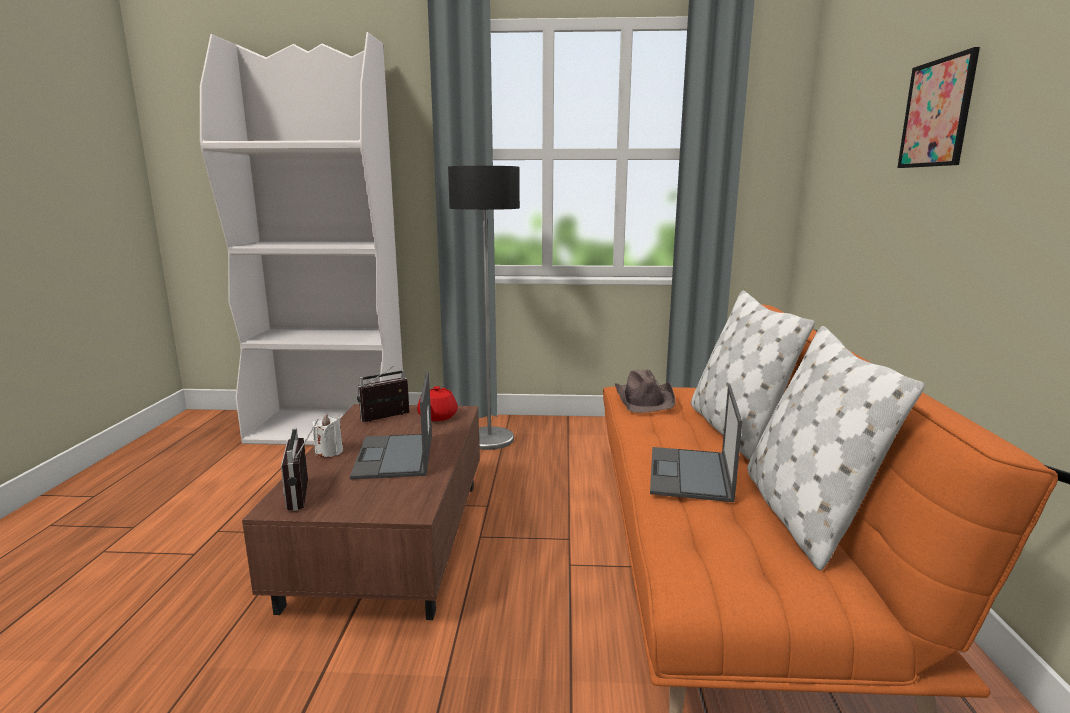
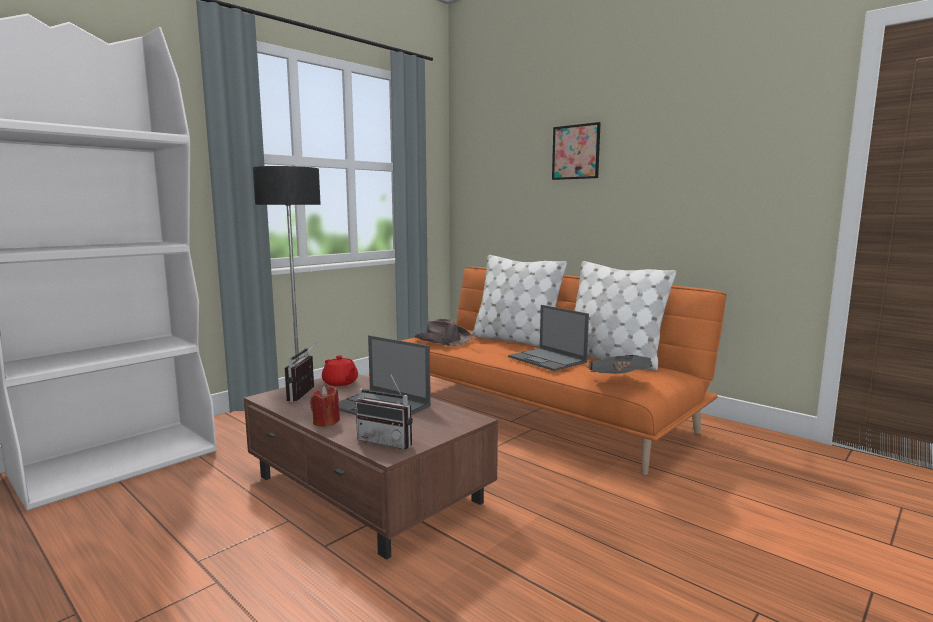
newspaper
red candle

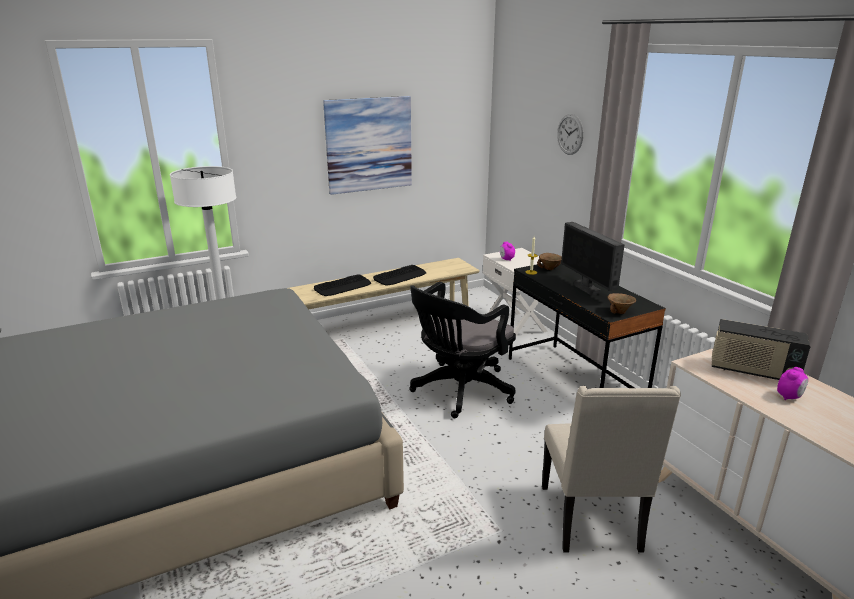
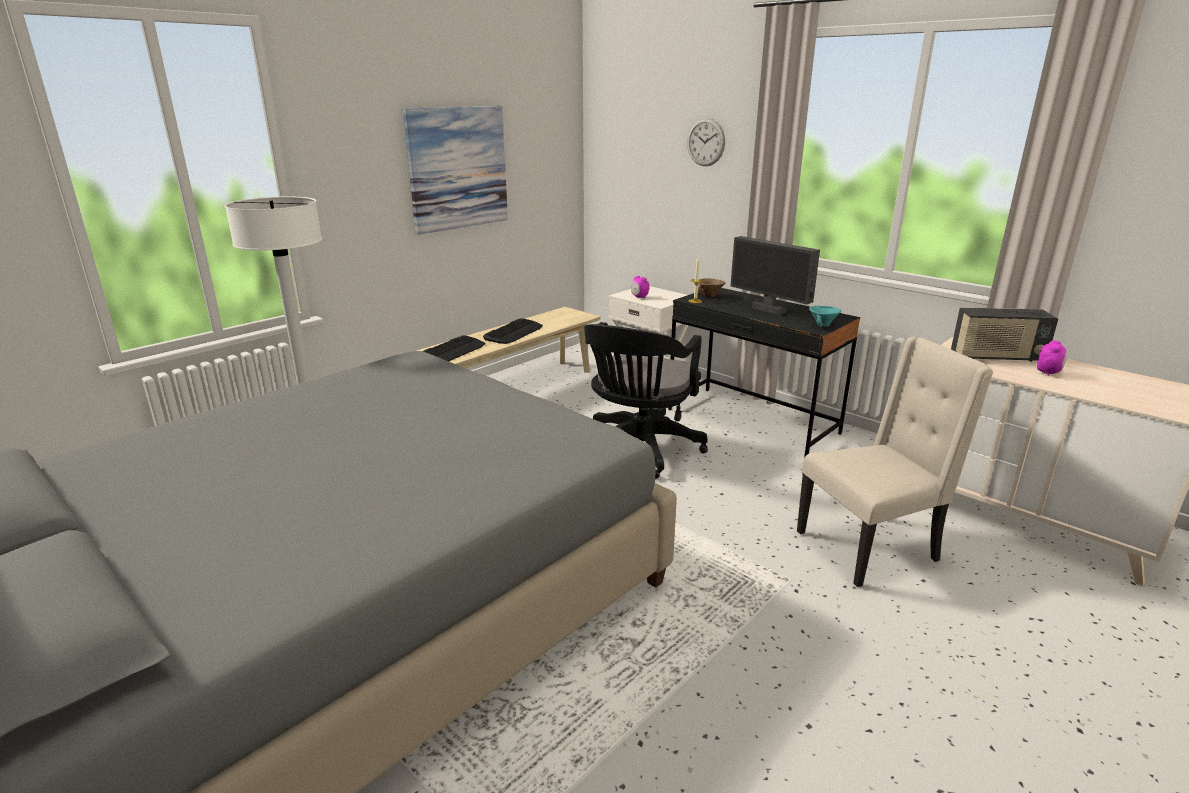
turquoise bowl
beige chair

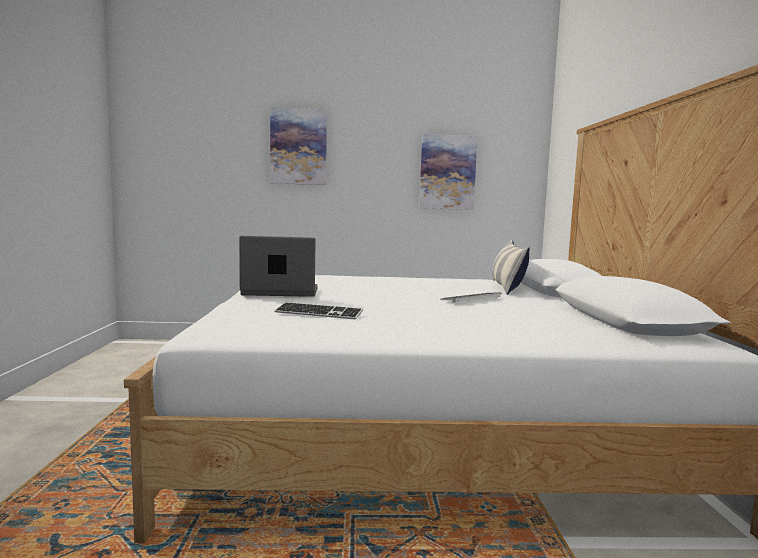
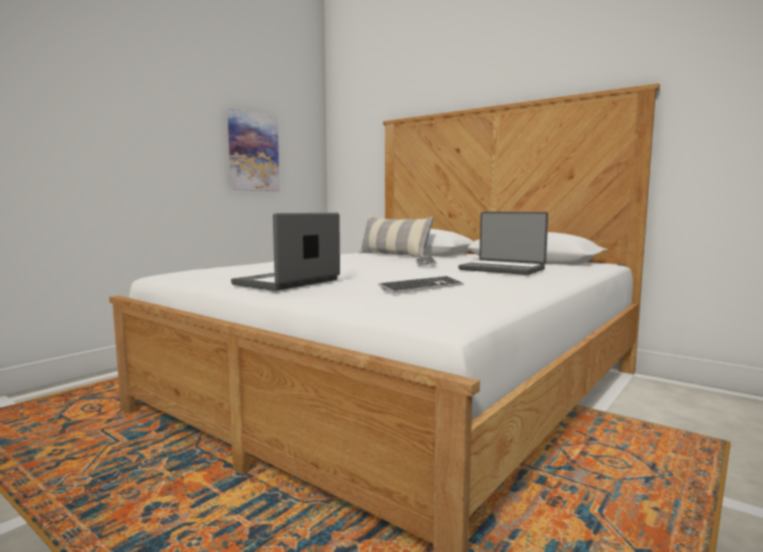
picture (no. 1 from left in the first image)
laptop (no. 2 from left)

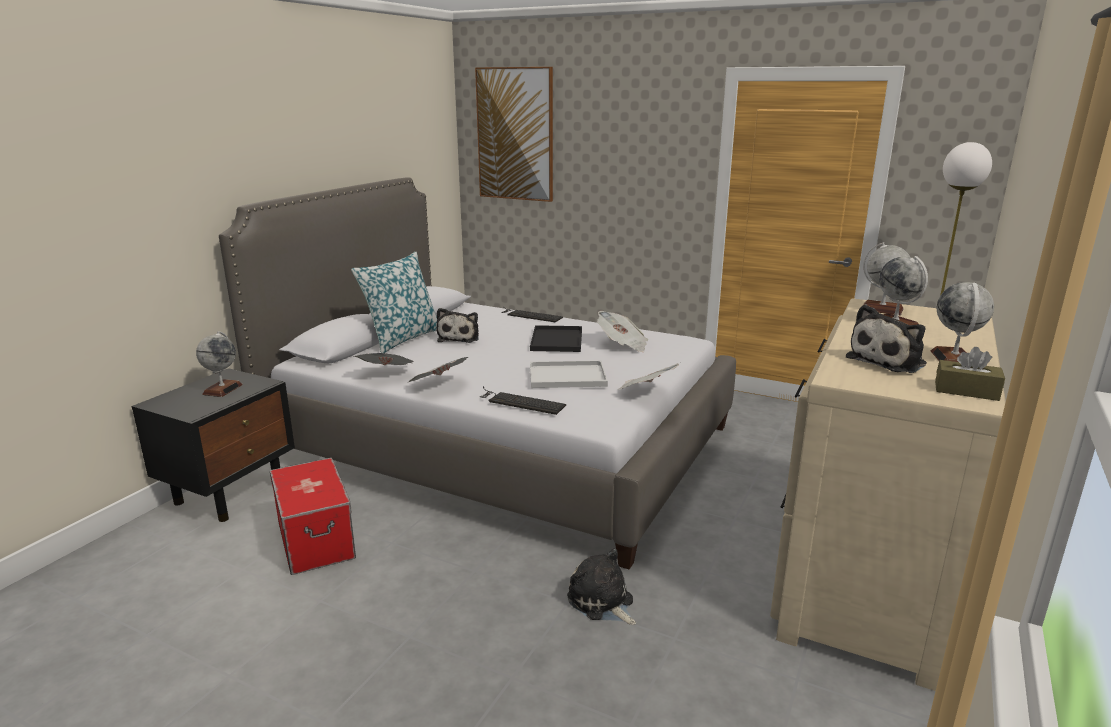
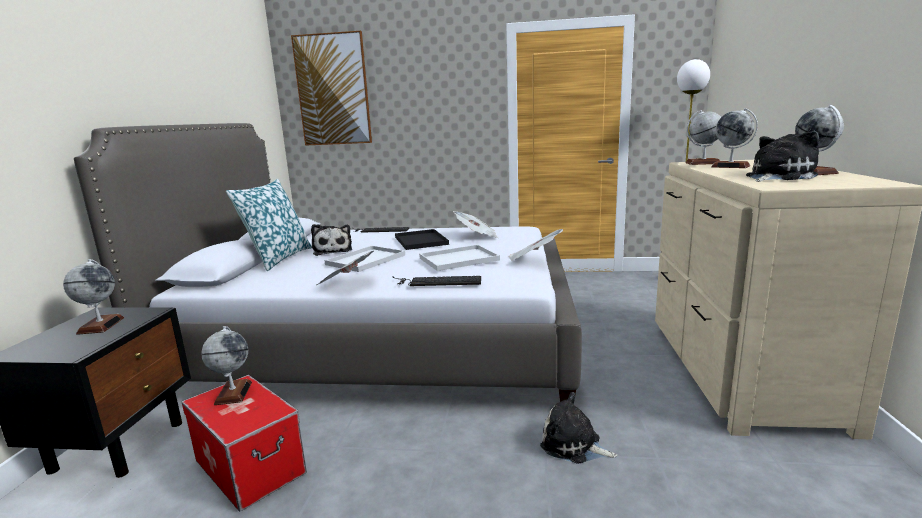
newspaper (no. 1 from left in the first image)
brown tissue box
globe (no. 2 from left)
white tray (no. 1 from left)
plush toy (no. 3 from left)

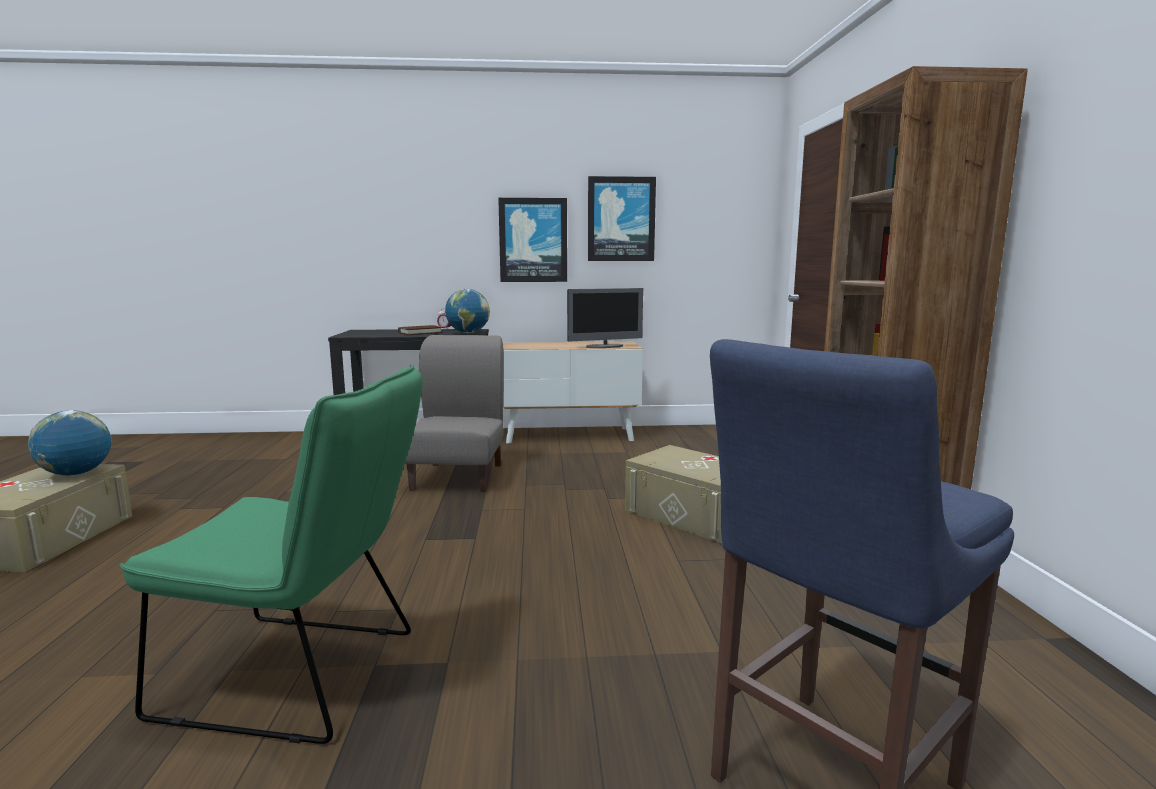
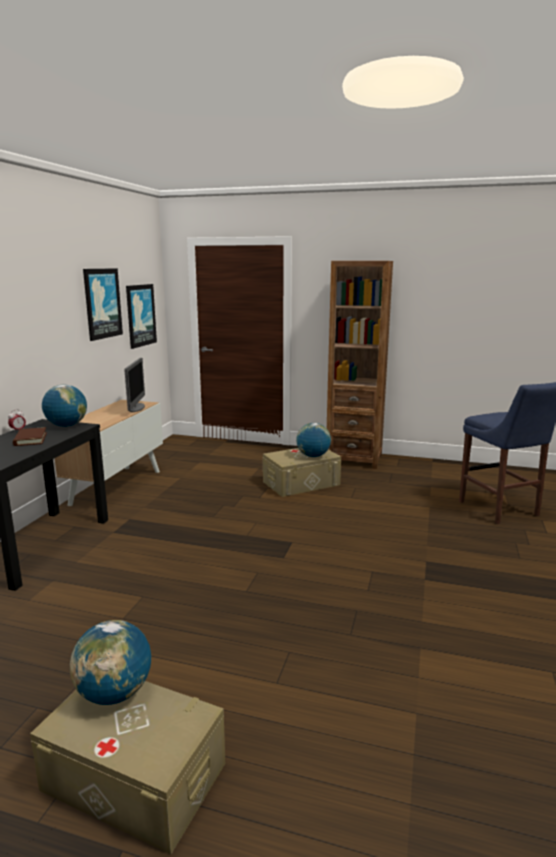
green chair
grey chair
globe (no. 3 from left)
picture (no. 2 from left)

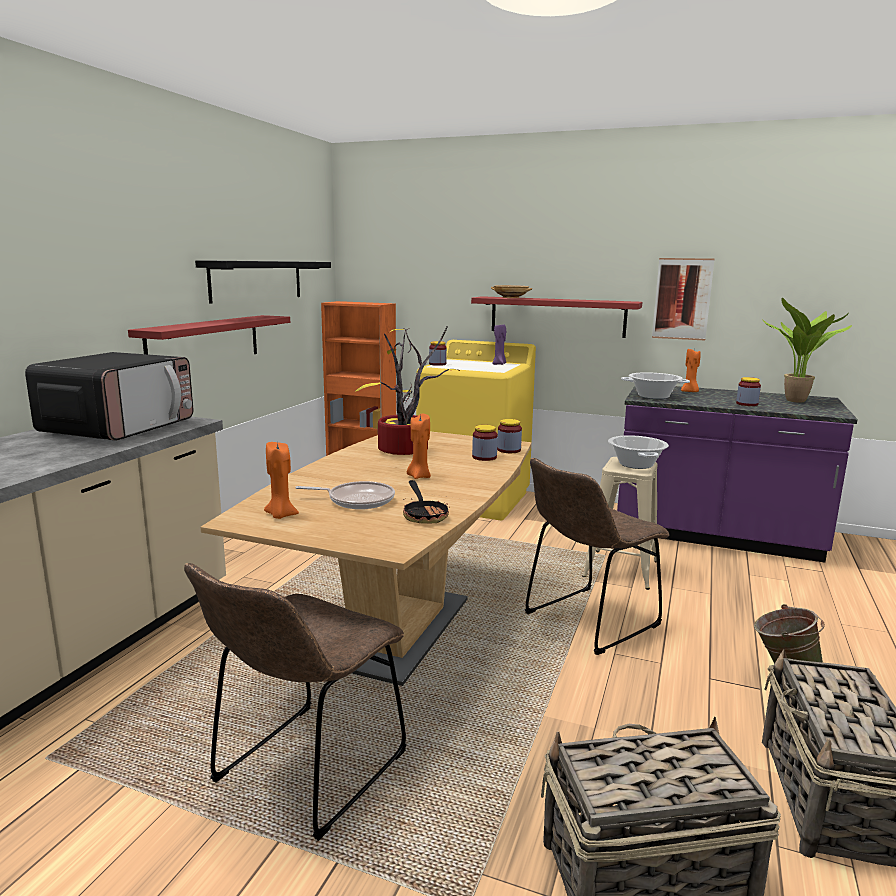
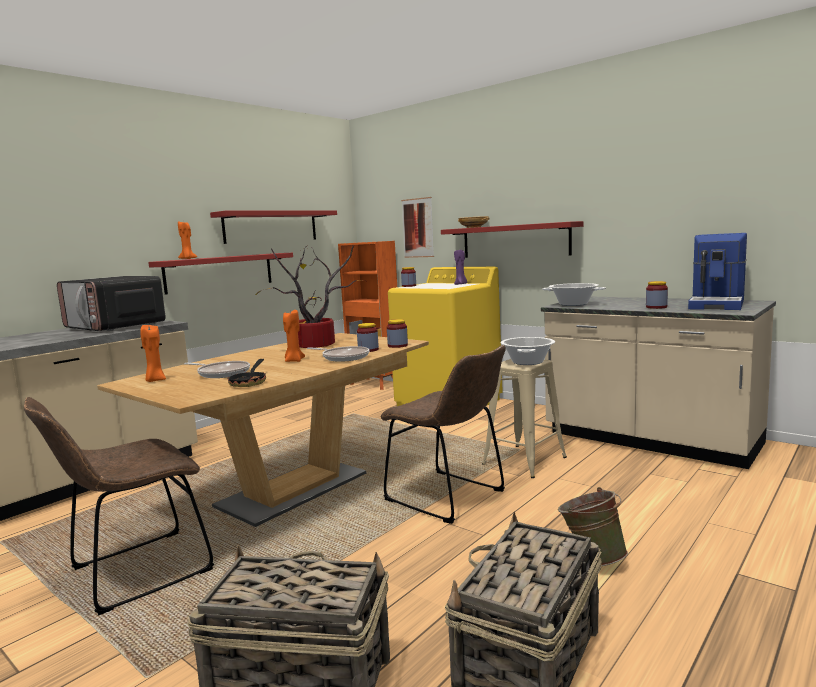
frying pan (no. 3 from left)
picture
orange candle (no. 2 from left)
coffee machine
red shelf (no. 2 from left)
beige counter (no. 2 from left)
microwave
brown chair (no. 2 from left)

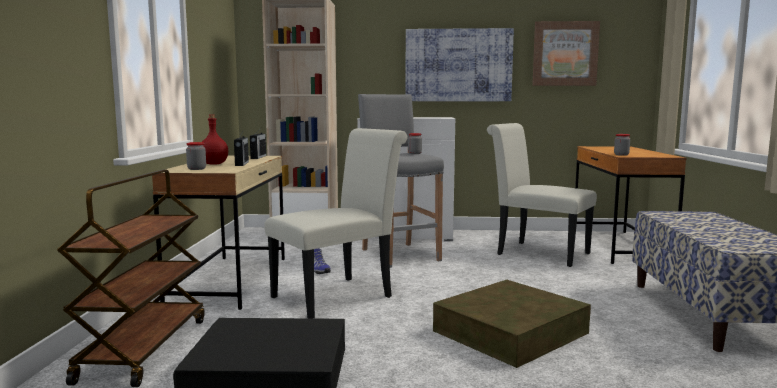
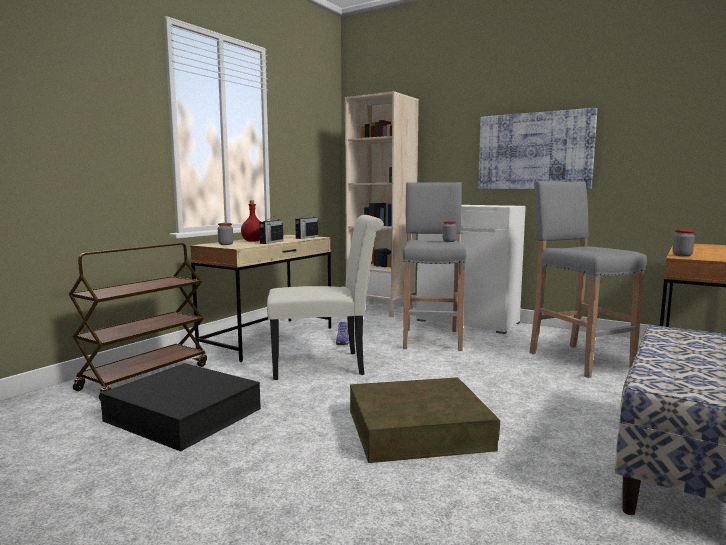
picture (no. 2 from left in the first image)
grey stool (no. 2 from left)

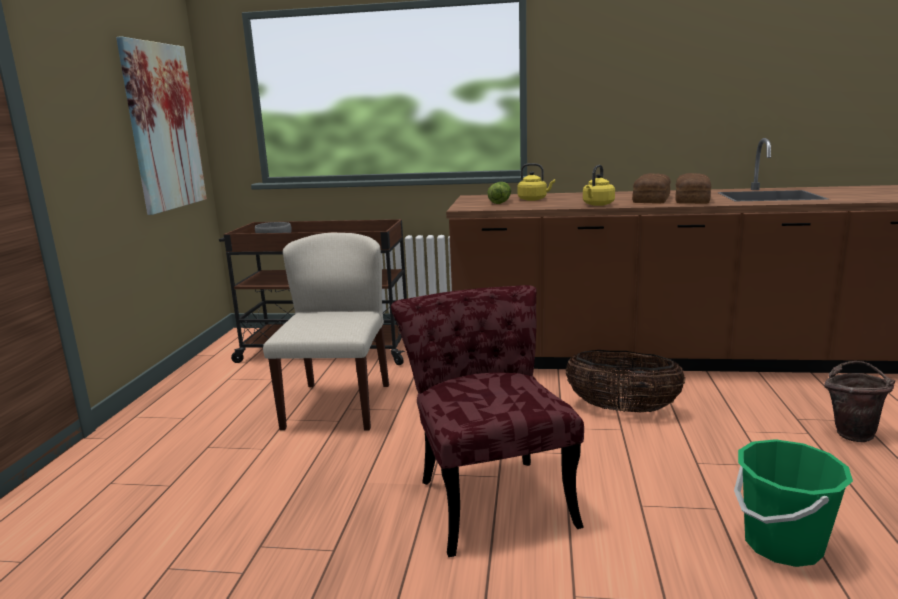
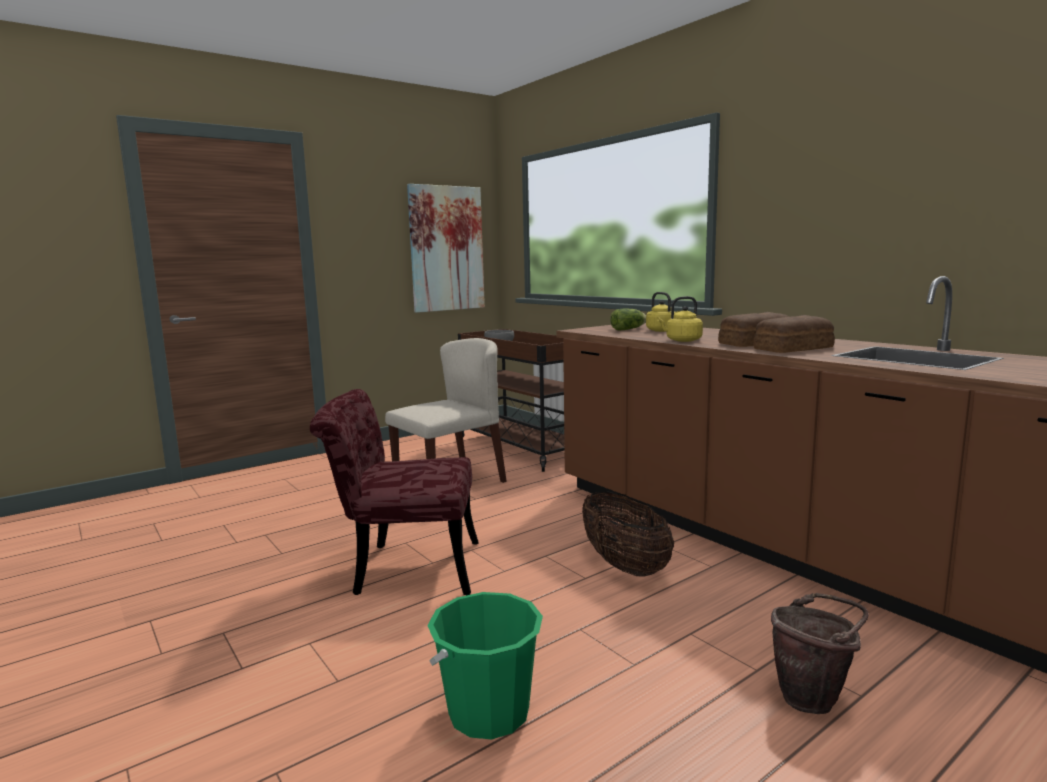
red chair

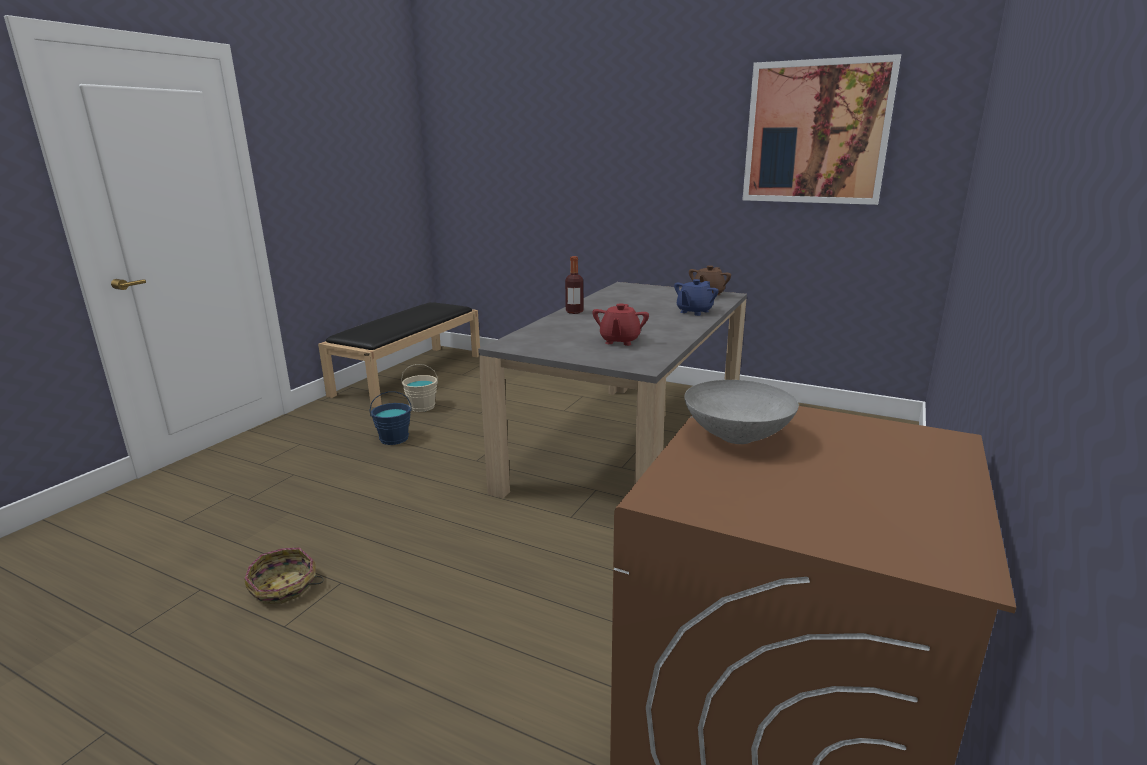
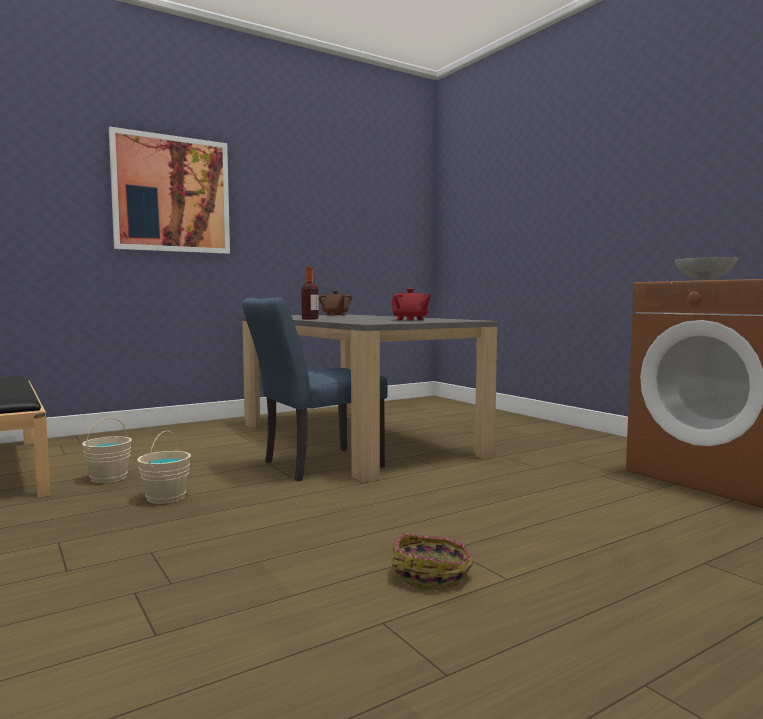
blue teapot
blue chair
picture
beige bucket (no. 2 from left)

